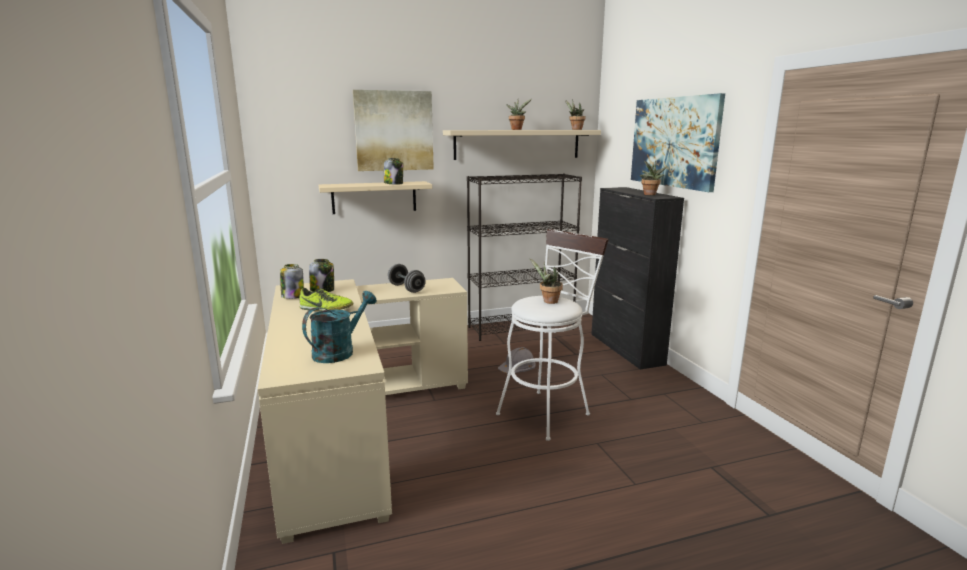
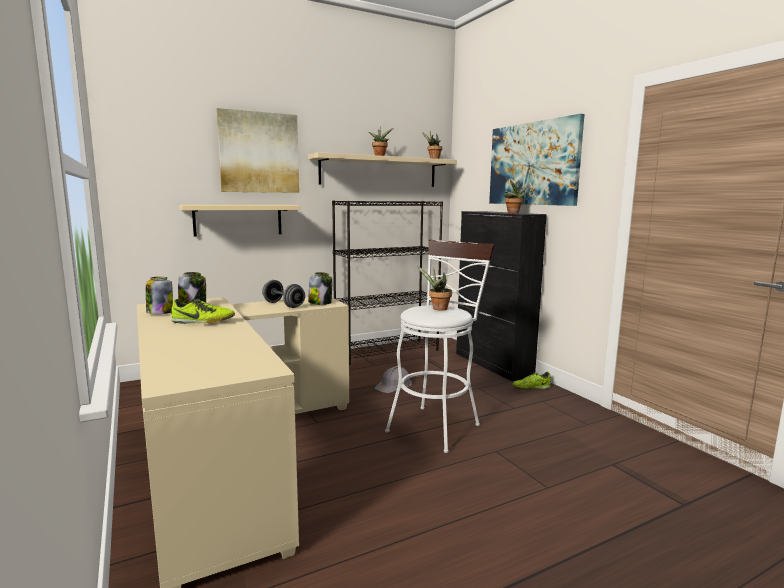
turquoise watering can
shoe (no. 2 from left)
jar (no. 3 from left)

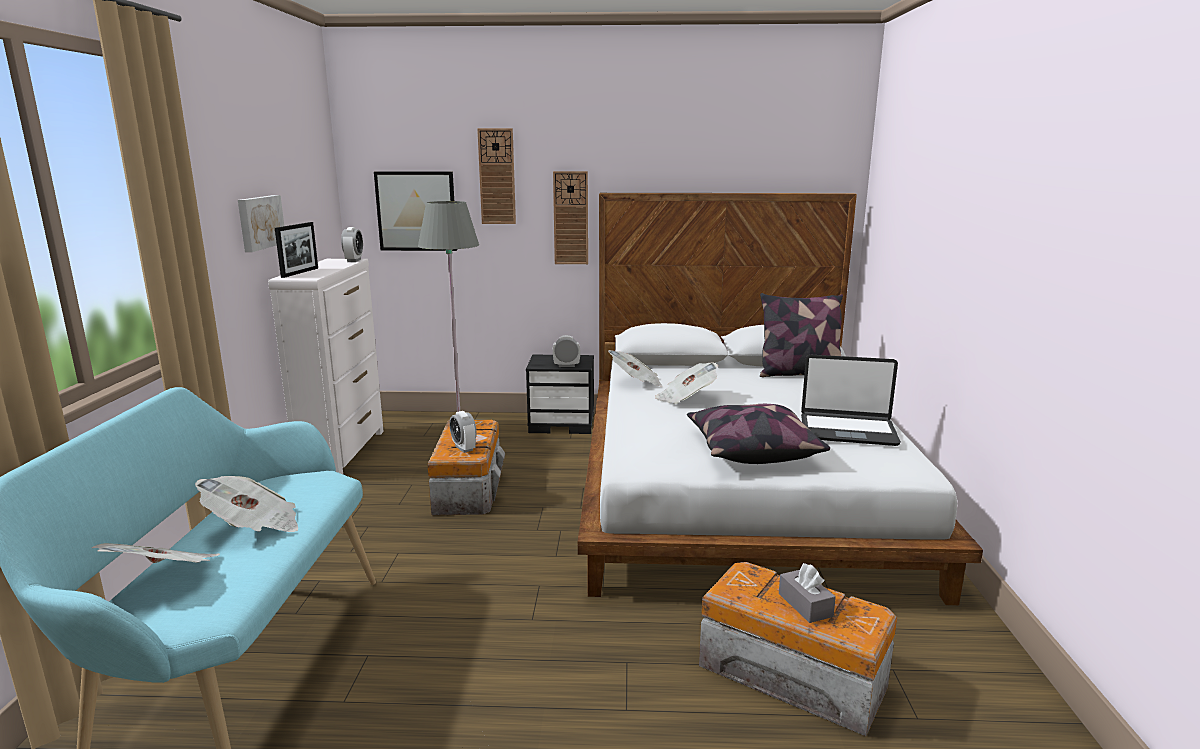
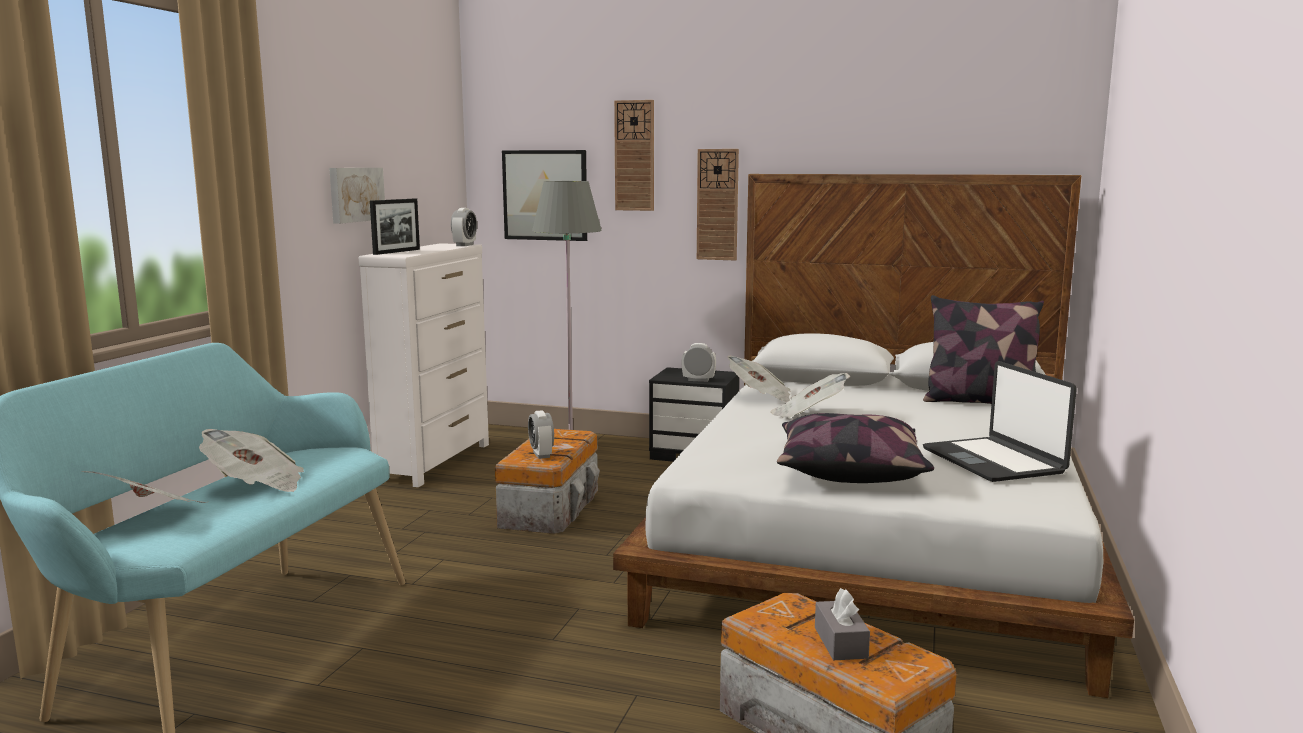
laptop

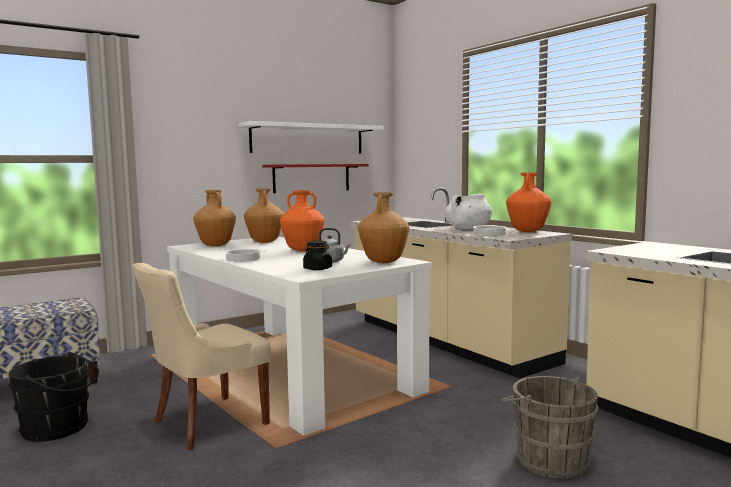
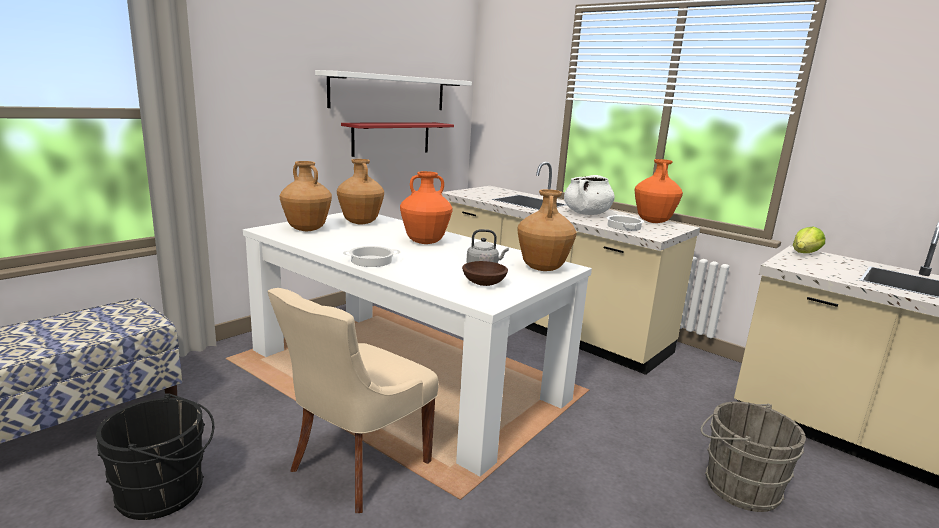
lettuce
brown bowl

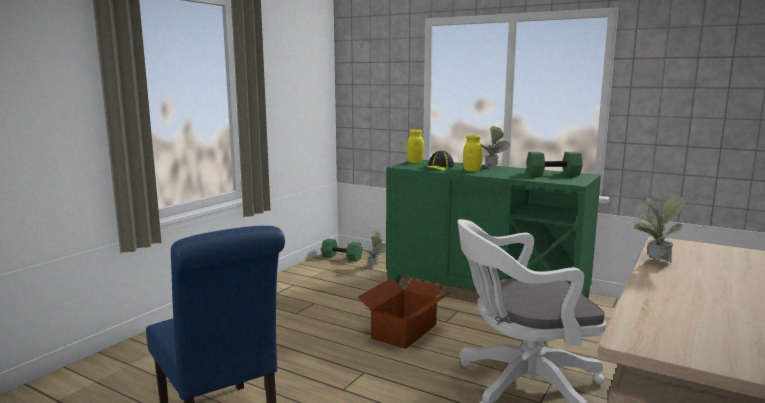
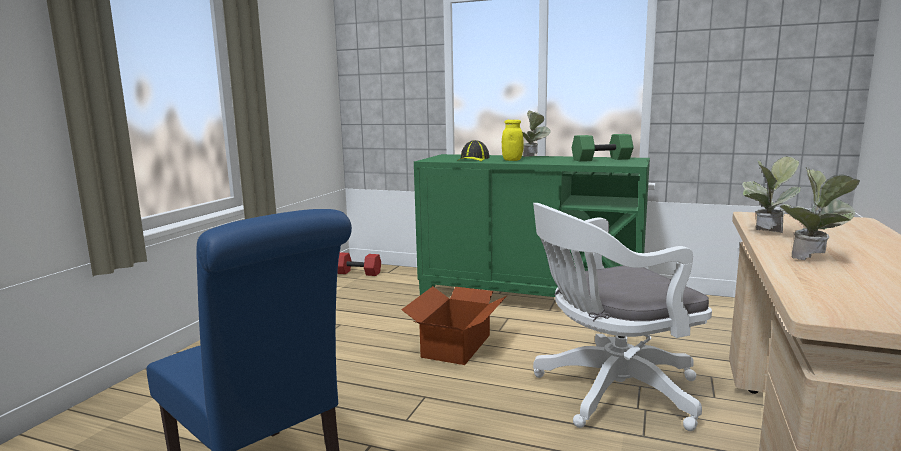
yellow jar (no. 1 from left in the first image)
potted plant (no. 3 from left)
red dumbbell

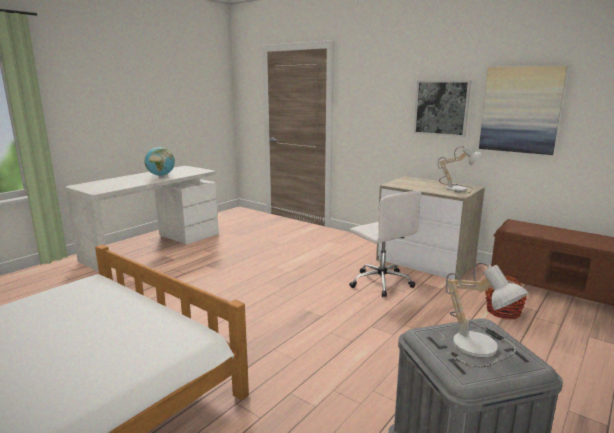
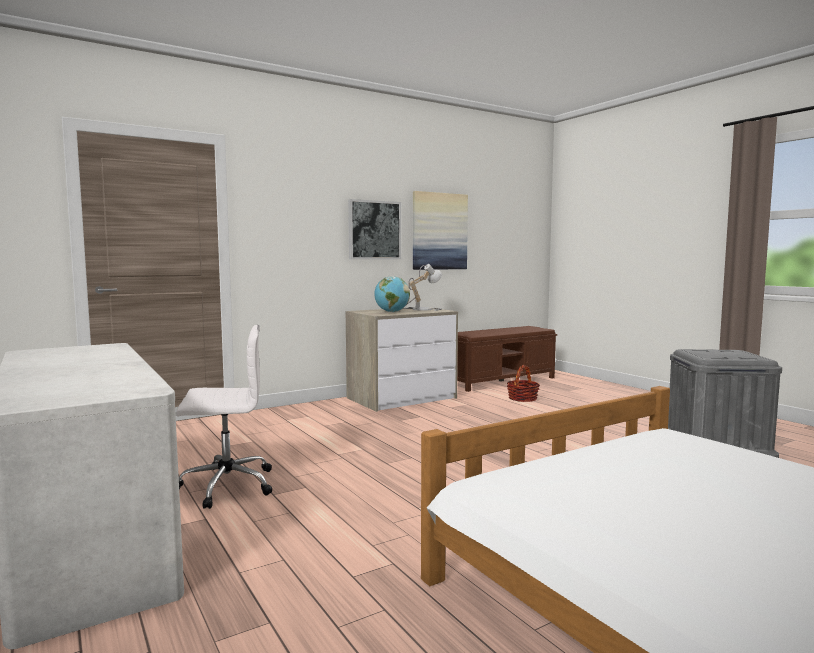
table lamp (no. 2 from left in the first image)
globe
white office chair

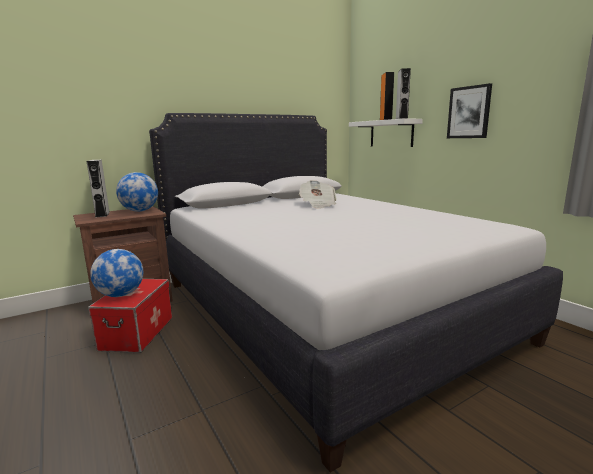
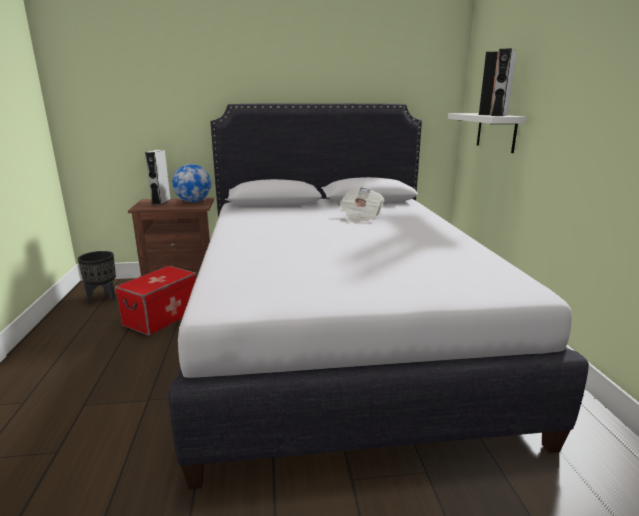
globe (no. 1 from left in the first image)
picture
black planter

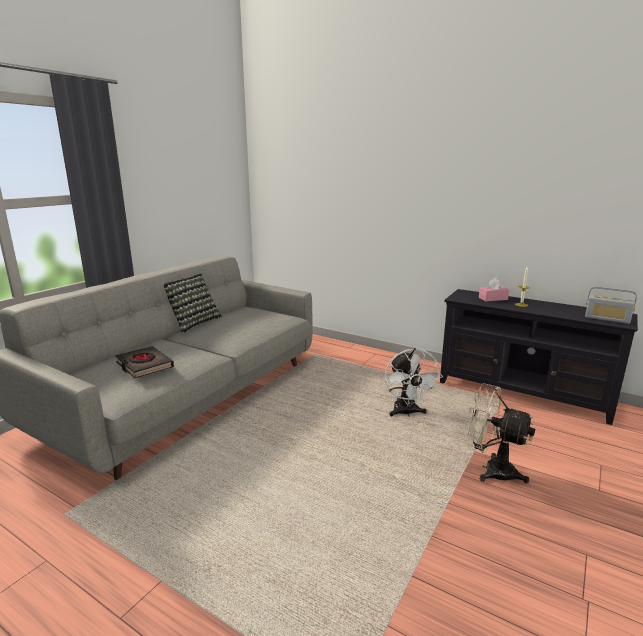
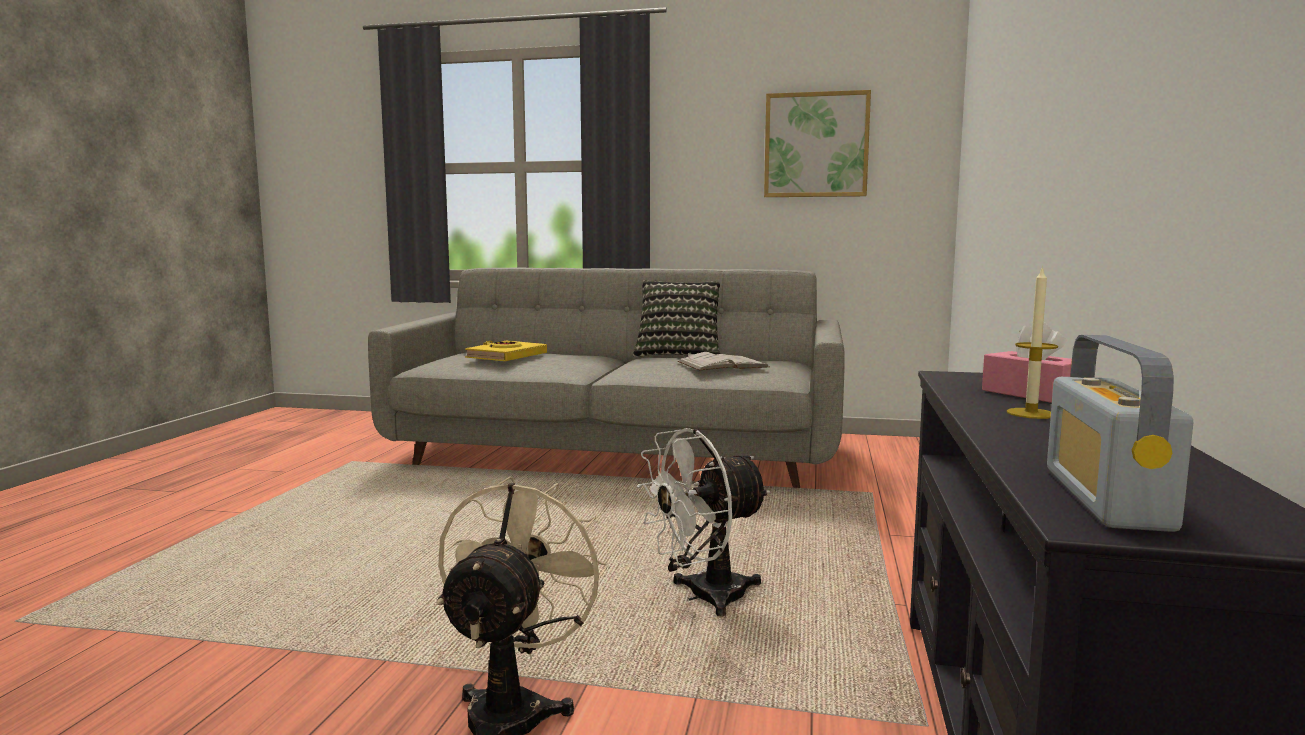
white book
picture
yellow book

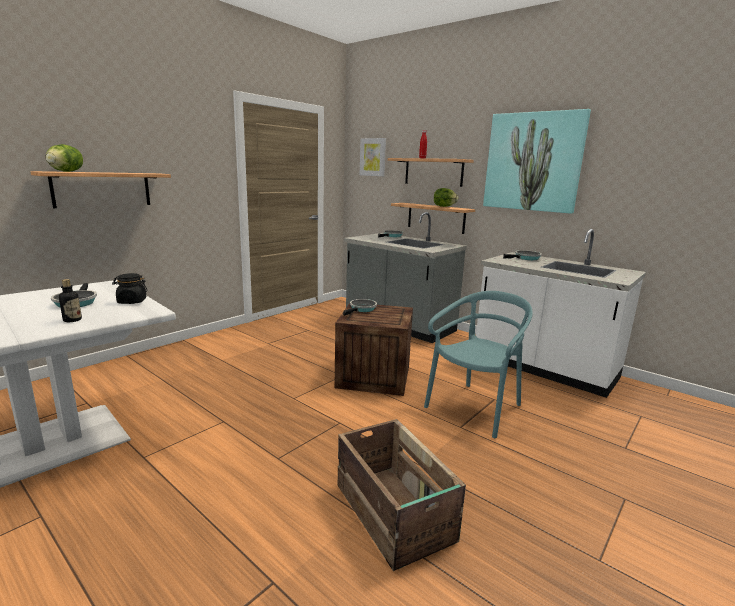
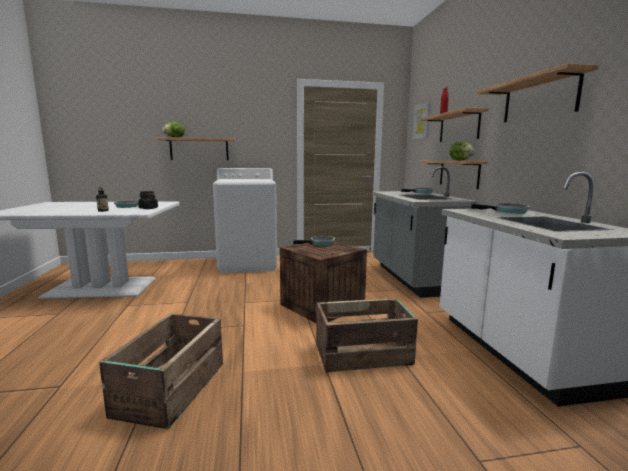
white washing machine
crate (no. 3 from left)
shelf (no. 4 from left)

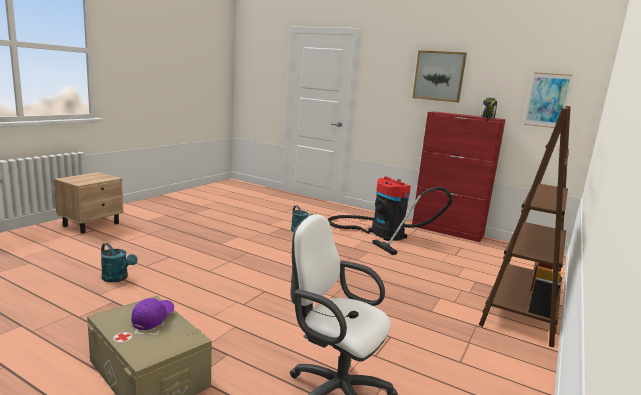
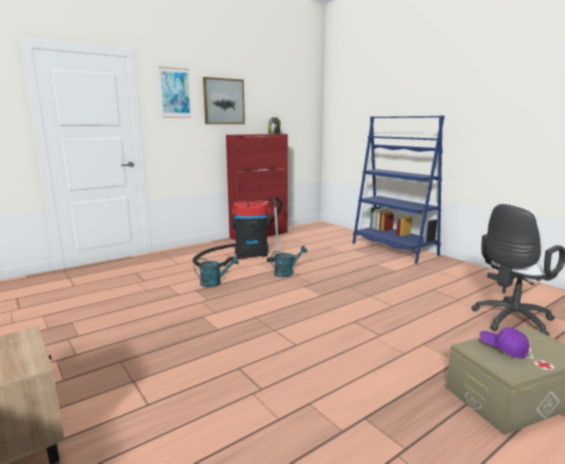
turquoise watering can (no. 2 from left)
picture (no. 1 from left)
blue bookcase

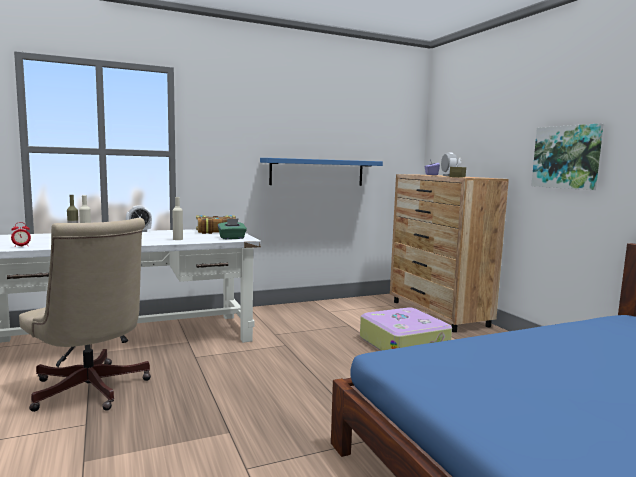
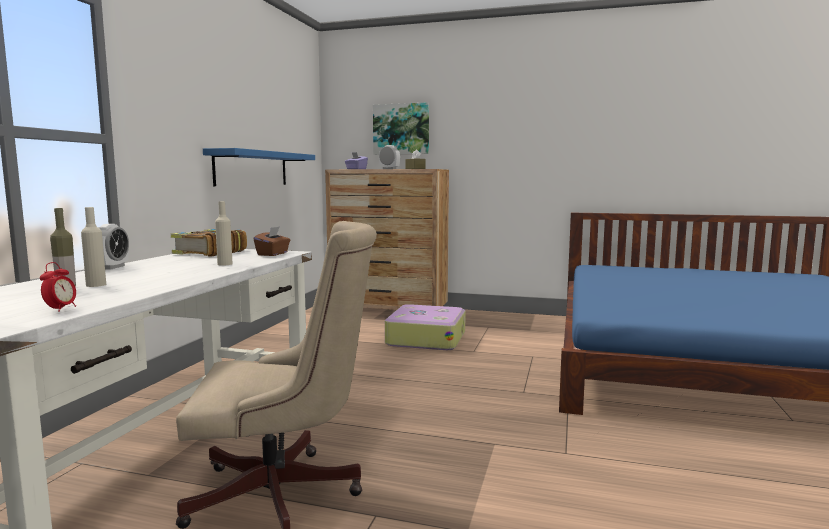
picture
brown tissue box (no. 1 from left)

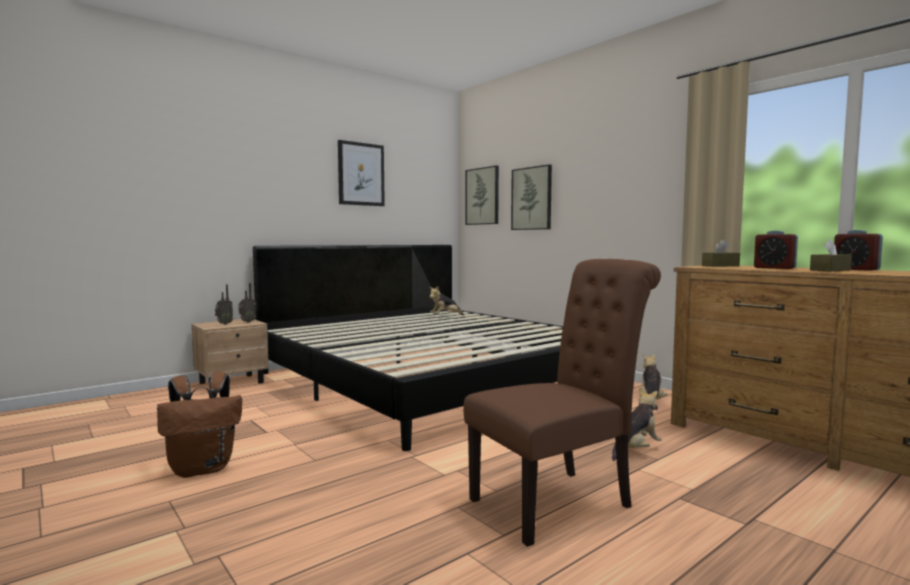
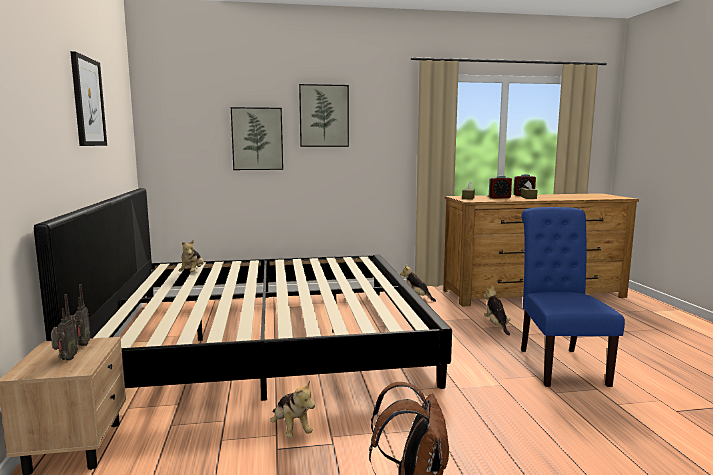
plush toy (no. 2 from left)
picture (no. 3 from left)
blue chair

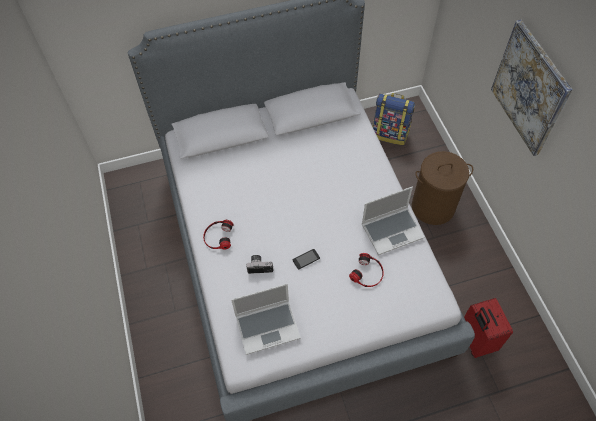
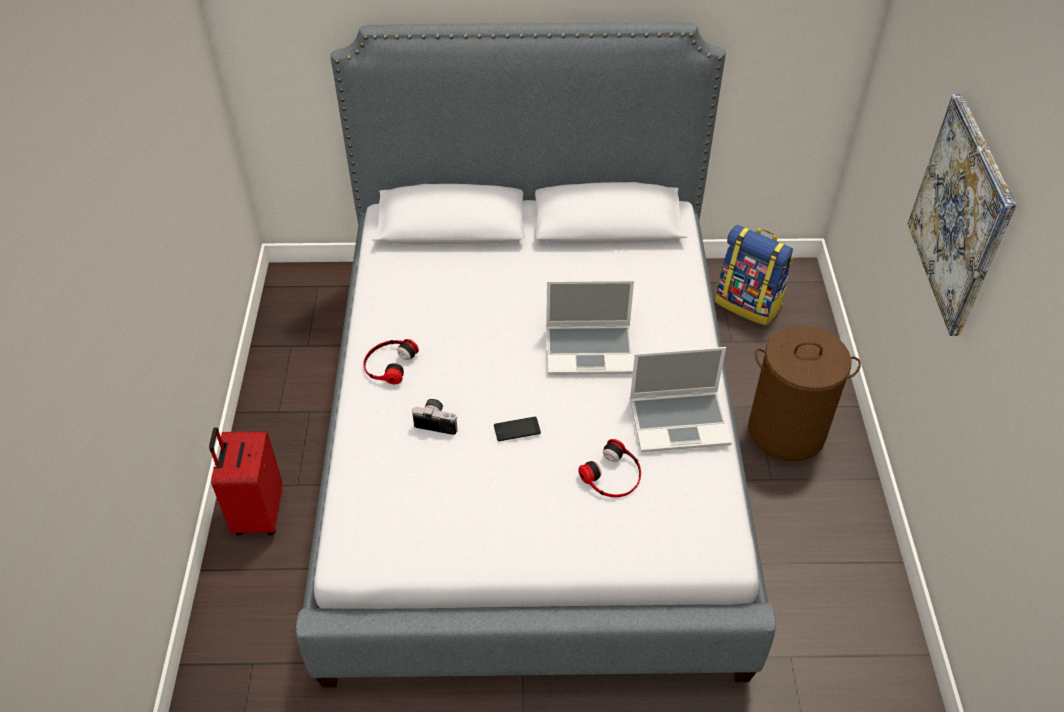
laptop (no. 1 from left)
red suitcase

